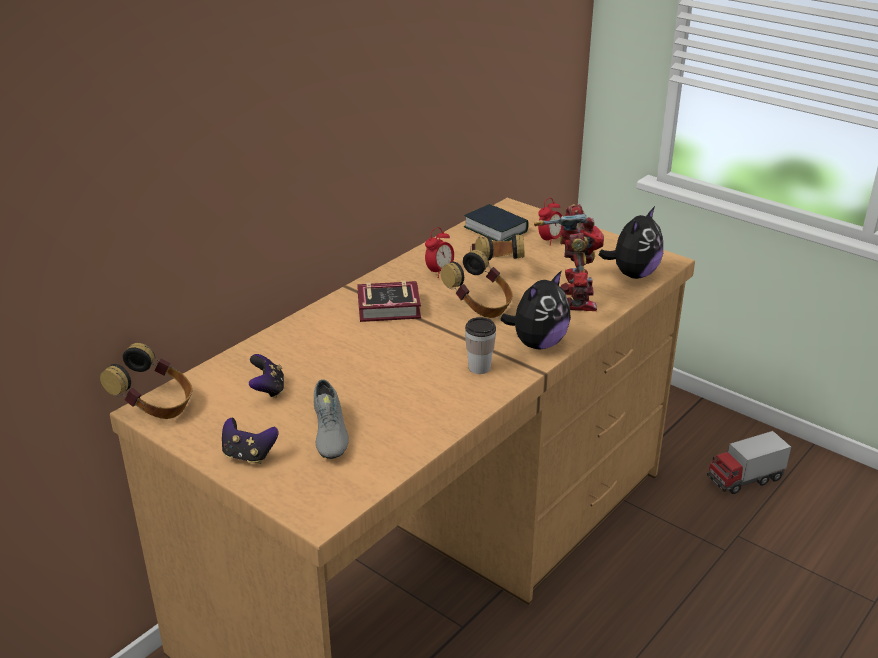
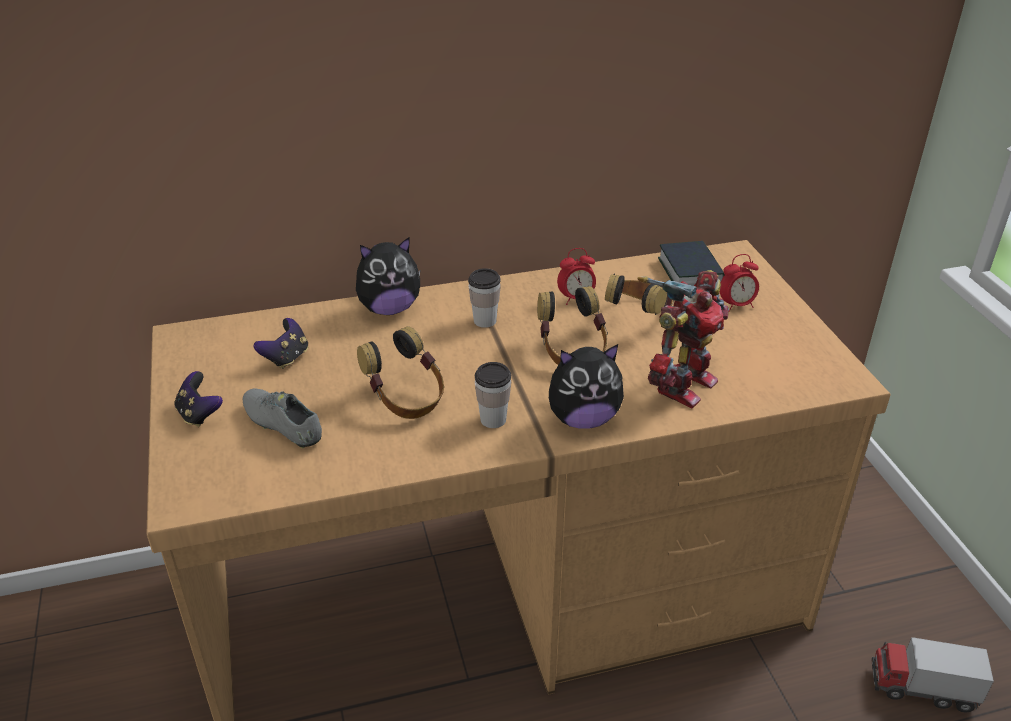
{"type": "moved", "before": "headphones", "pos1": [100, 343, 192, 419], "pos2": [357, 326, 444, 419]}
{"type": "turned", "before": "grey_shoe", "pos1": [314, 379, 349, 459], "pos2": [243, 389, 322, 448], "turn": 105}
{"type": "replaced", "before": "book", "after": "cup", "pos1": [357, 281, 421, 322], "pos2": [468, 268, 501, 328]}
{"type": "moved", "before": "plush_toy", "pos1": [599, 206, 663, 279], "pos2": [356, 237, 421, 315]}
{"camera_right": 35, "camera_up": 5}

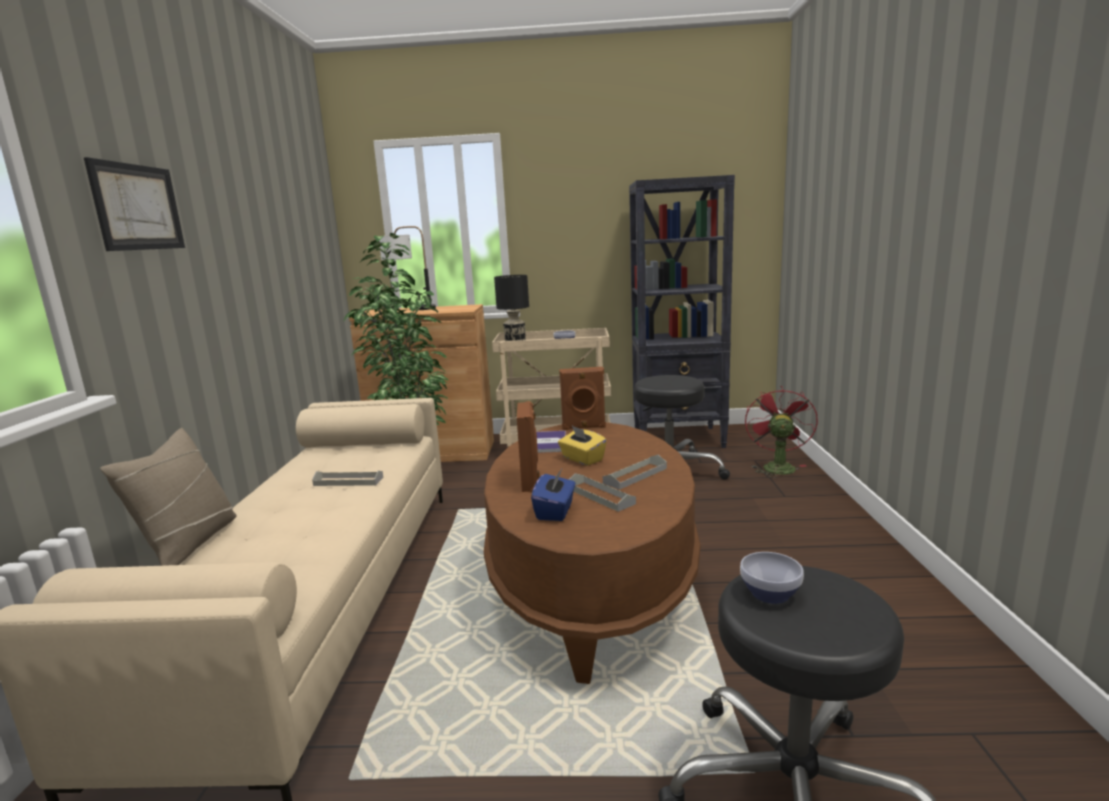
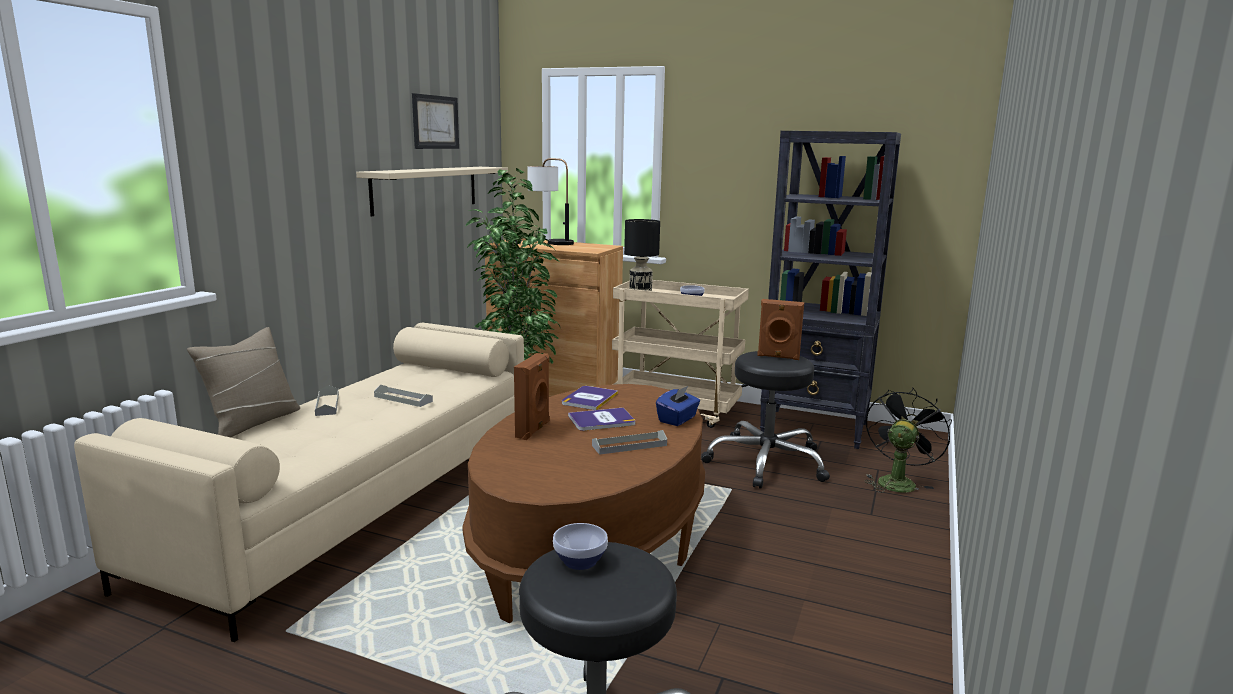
{"type": "moved", "before": "picture", "pos1": [84, 157, 185, 251], "pos2": [412, 93, 459, 149]}
{"type": "moved", "before": "blue_tissue_box", "pos1": [531, 469, 575, 521], "pos2": [656, 386, 700, 426]}
{"type": "replaced", "before": "yellow_tissue_box", "after": "book", "pos1": [558, 426, 607, 466], "pos2": [568, 408, 635, 431]}
{"type": "moved", "before": "brown_speaker", "pos1": [559, 367, 606, 430], "pos2": [757, 299, 804, 360]}
{"type": "moved", "before": "grey_tray", "pos1": [569, 473, 636, 512], "pos2": [315, 385, 339, 416]}
{"type": "recoloured", "before": "red_fan", "after": "black_fan", "pos1": [745, 386, 818, 478], "pos2": [865, 388, 952, 493]}
{"type": "added", "after": "beige_shelf", "pos2": [356, 167, 508, 216]}
{"camera_right": 20, "camera_up": 0}

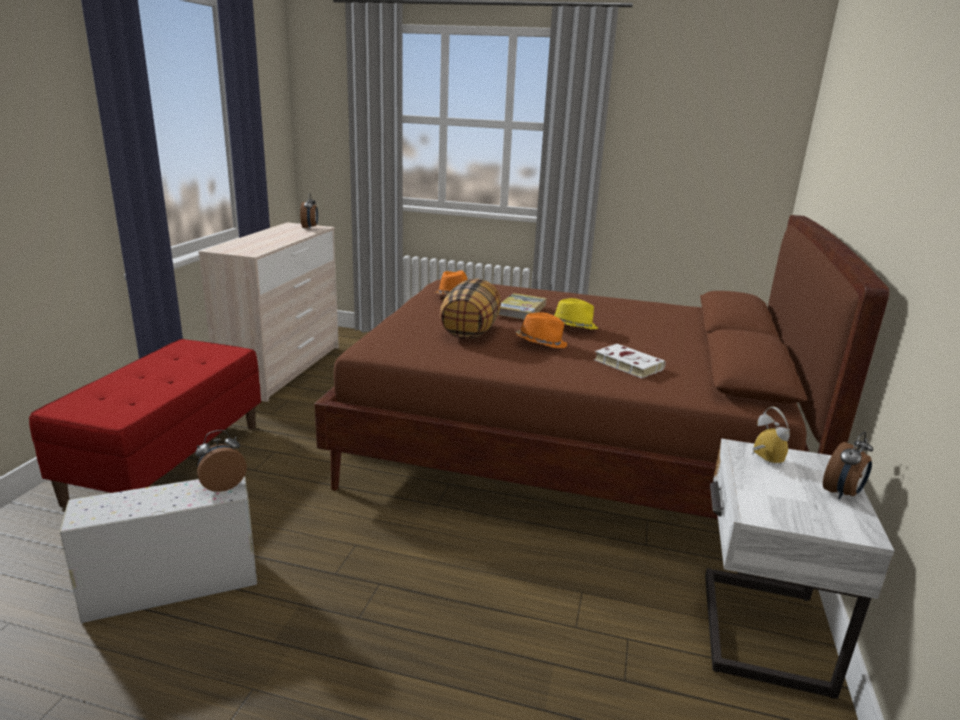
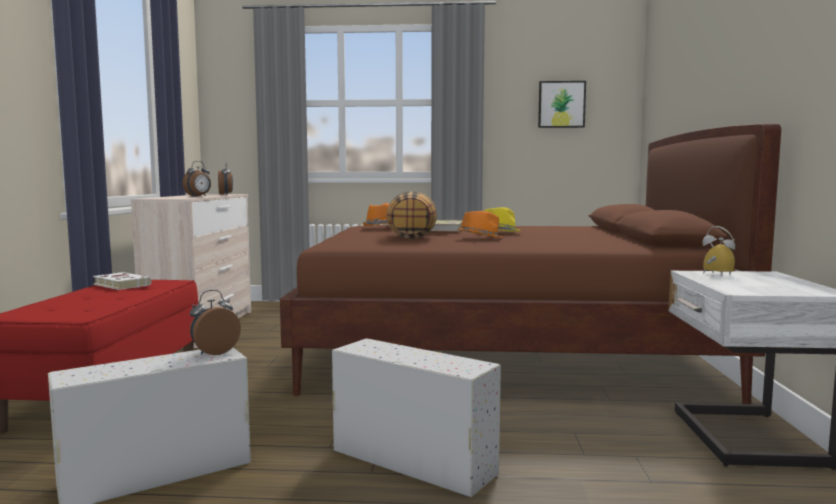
{"type": "moved", "before": "white_book", "pos1": [594, 344, 666, 378], "pos2": [93, 272, 152, 290]}
{"type": "moved", "before": "alarm_clock", "pos1": [823, 432, 873, 500], "pos2": [182, 161, 211, 196]}
{"type": "added", "after": "white_storage_box", "pos2": [332, 338, 501, 498]}
{"type": "added", "after": "picture", "pos2": [538, 81, 586, 128]}
{"camera_right": -10, "camera_up": -15}

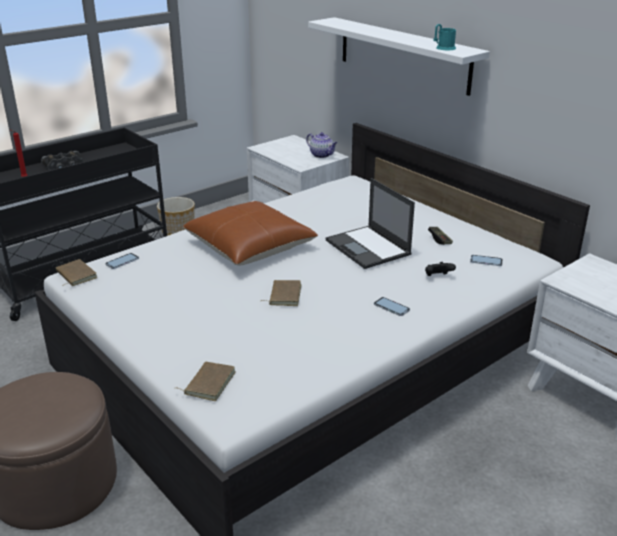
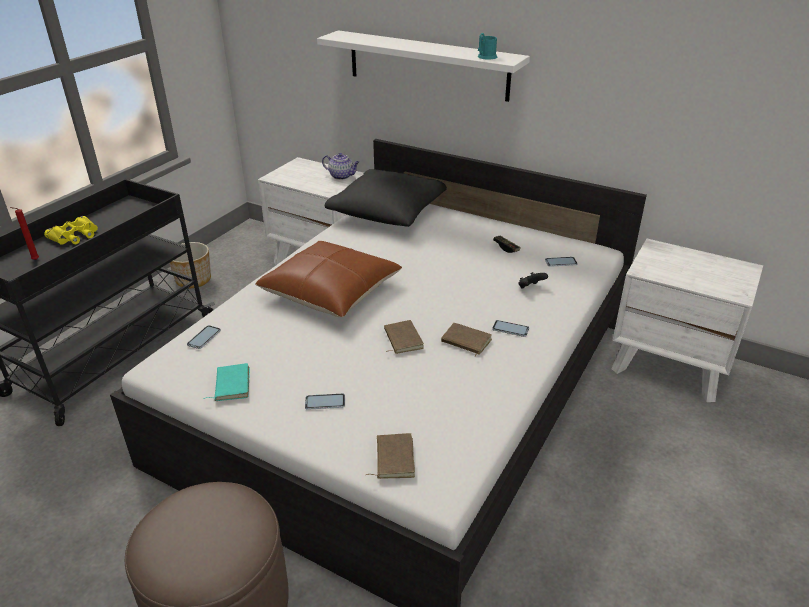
{"type": "recoloured", "before": "black_binoculars", "after": "yellow_binoculars", "pos1": [41, 151, 83, 170], "pos2": [44, 216, 98, 245]}
{"type": "moved", "before": "brown_book", "pos1": [56, 259, 97, 286], "pos2": [441, 323, 492, 357]}
{"type": "removed", "before": "laptop", "pos1": [326, 178, 415, 269]}
{"type": "added", "after": "turquoise_book", "pos2": [204, 363, 250, 401]}
{"type": "added", "after": "phone", "pos2": [305, 393, 345, 410]}
{"type": "added", "after": "black_pillow", "pos2": [325, 169, 447, 227]}
{"camera_right": -20, "camera_up": 5}

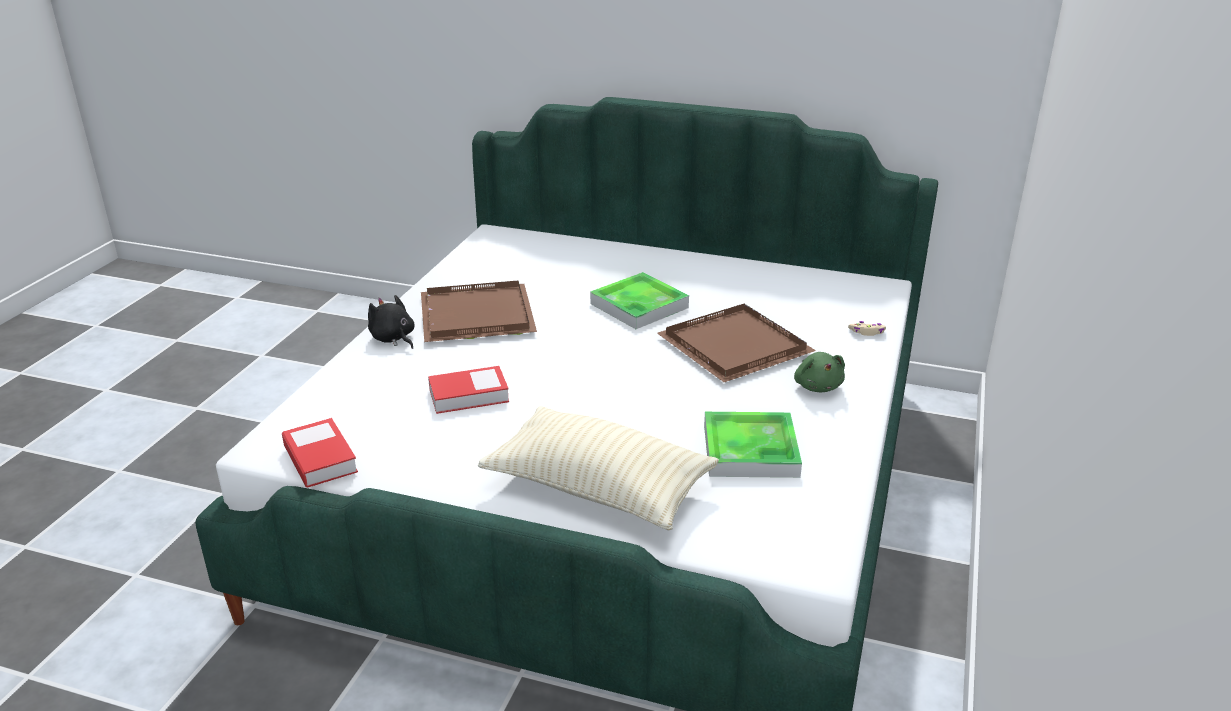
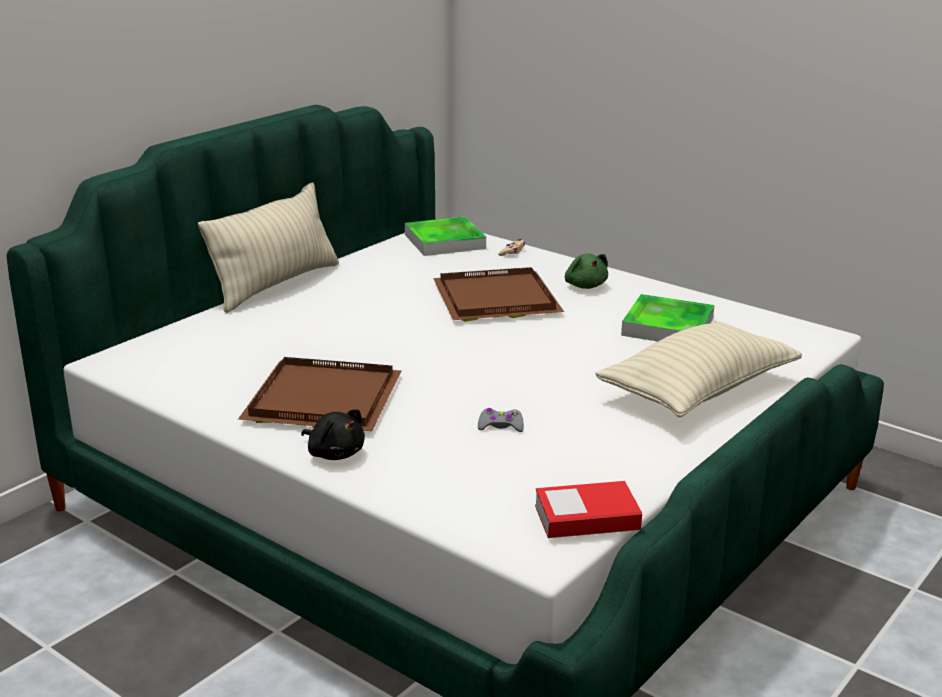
{"type": "turned", "before": "black_plush_toy", "pos1": [368, 295, 415, 349], "pos2": [301, 409, 365, 460], "turn": -120}
{"type": "replaced", "before": "book", "after": "grey_game_controller", "pos1": [428, 366, 509, 414], "pos2": [478, 408, 524, 432]}
{"type": "moved", "before": "tray", "pos1": [590, 272, 689, 329], "pos2": [405, 216, 486, 256]}
{"type": "turned", "before": "green_plush_toy", "pos1": [794, 352, 845, 392], "pos2": [565, 253, 608, 289], "turn": 60}
{"type": "added", "after": "beige_pillow", "pos2": [198, 182, 339, 313]}
{"camera_right": -70, "camera_up": -5}

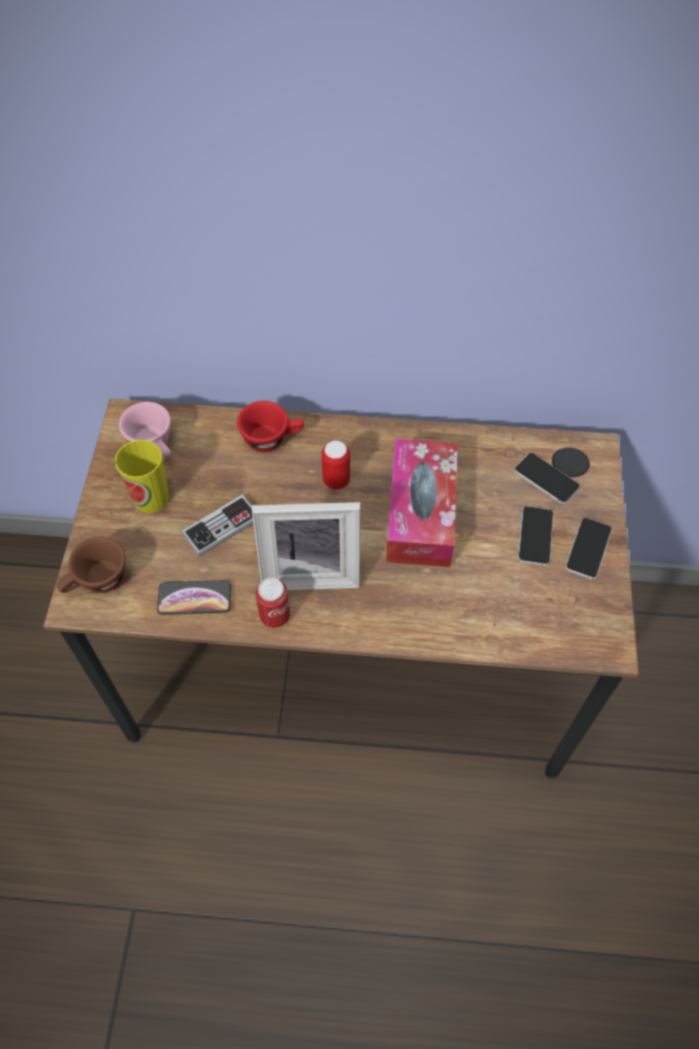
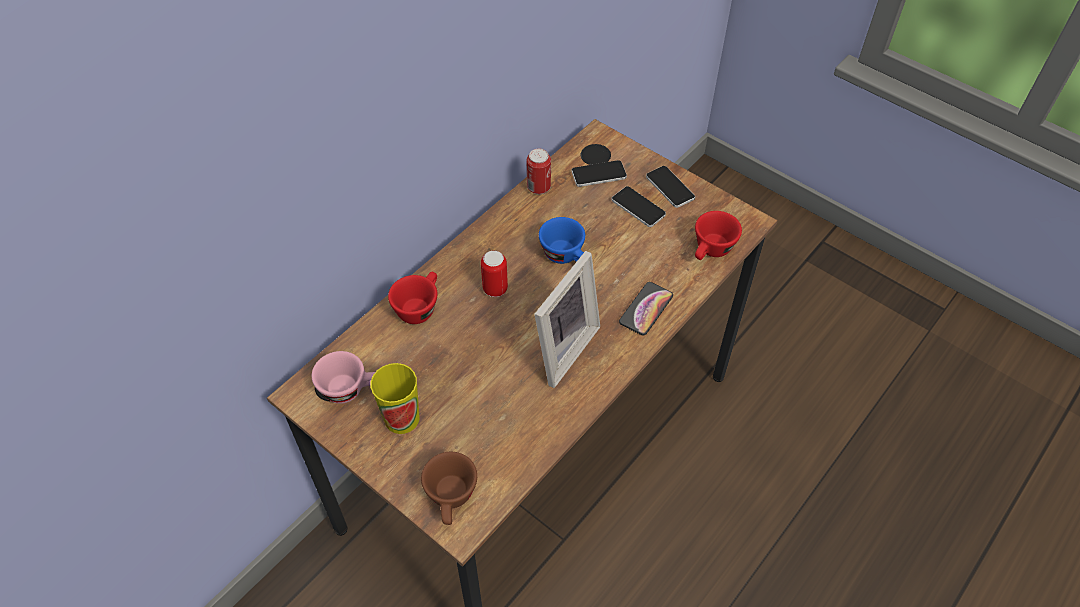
{"type": "moved", "before": "phone", "pos1": [157, 580, 231, 615], "pos2": [619, 282, 673, 335]}
{"type": "removed", "before": "game_controller", "pos1": [181, 495, 253, 557]}
{"type": "moved", "before": "can", "pos1": [255, 578, 290, 628], "pos2": [527, 149, 551, 194]}
{"type": "replaced", "before": "tissue_box", "after": "blue_cup", "pos1": [386, 439, 458, 567], "pos2": [539, 217, 585, 264]}
{"type": "added", "after": "red_cup", "pos2": [695, 211, 742, 260]}
{"camera_right": -55, "camera_up": -5}

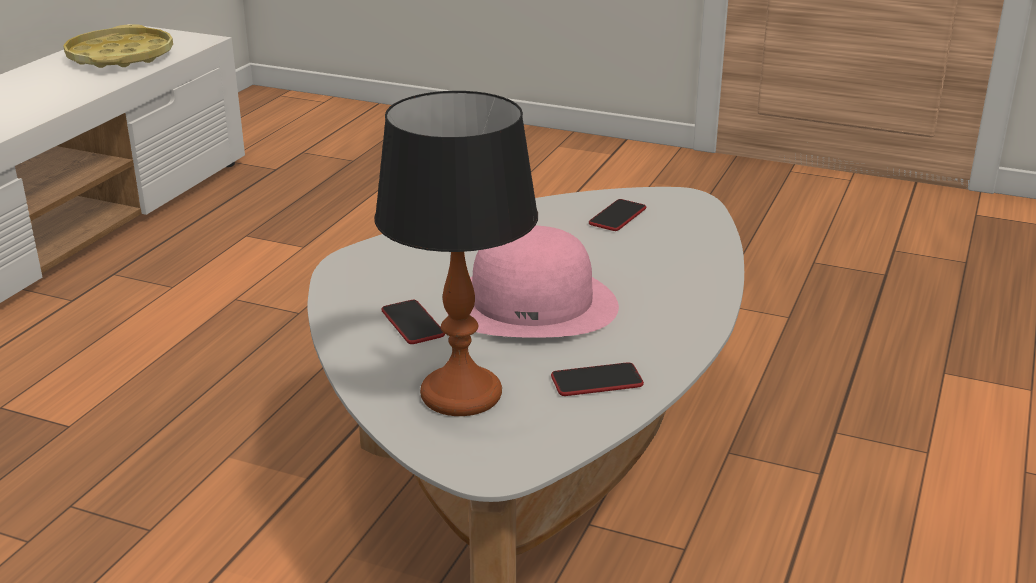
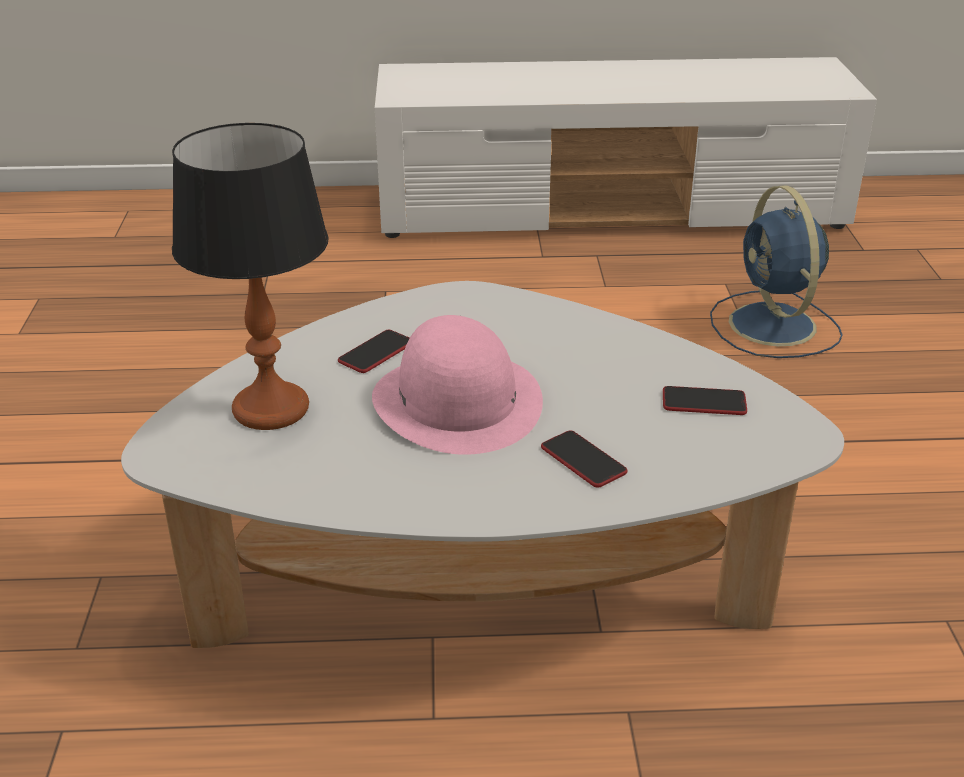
{"type": "removed", "before": "yellow_tray", "pos1": [63, 24, 173, 68]}
{"type": "moved", "before": "phone", "pos1": [551, 362, 644, 396], "pos2": [541, 430, 628, 488]}
{"type": "added", "after": "blue_fan", "pos2": [710, 186, 843, 358]}
{"camera_right": 65, "camera_up": 5}

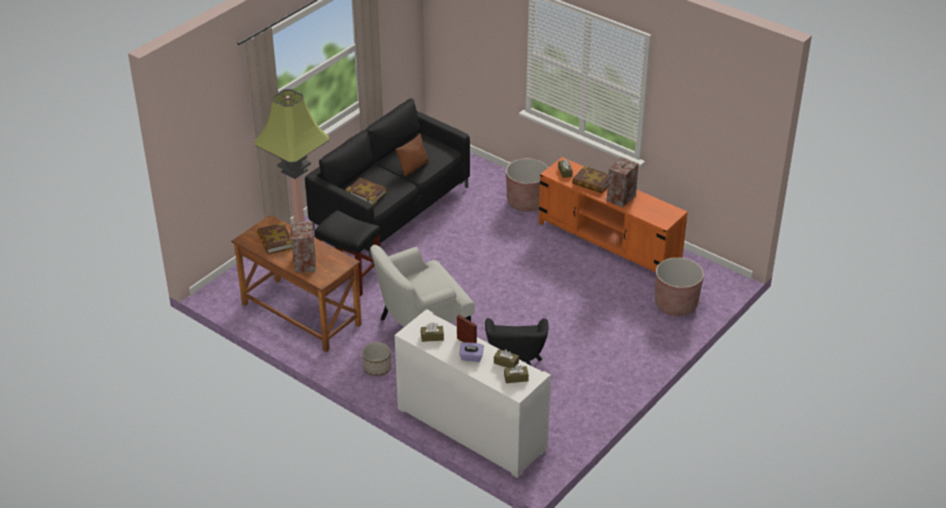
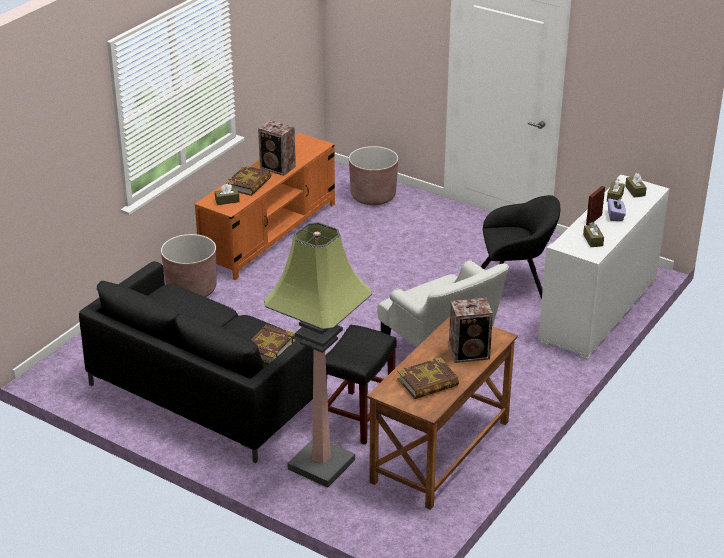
{"type": "removed", "before": "planter", "pos1": [362, 342, 391, 376]}
{"type": "removed", "before": "brown_pillow", "pos1": [396, 134, 429, 176]}
{"camera_right": -95, "camera_up": -5}

